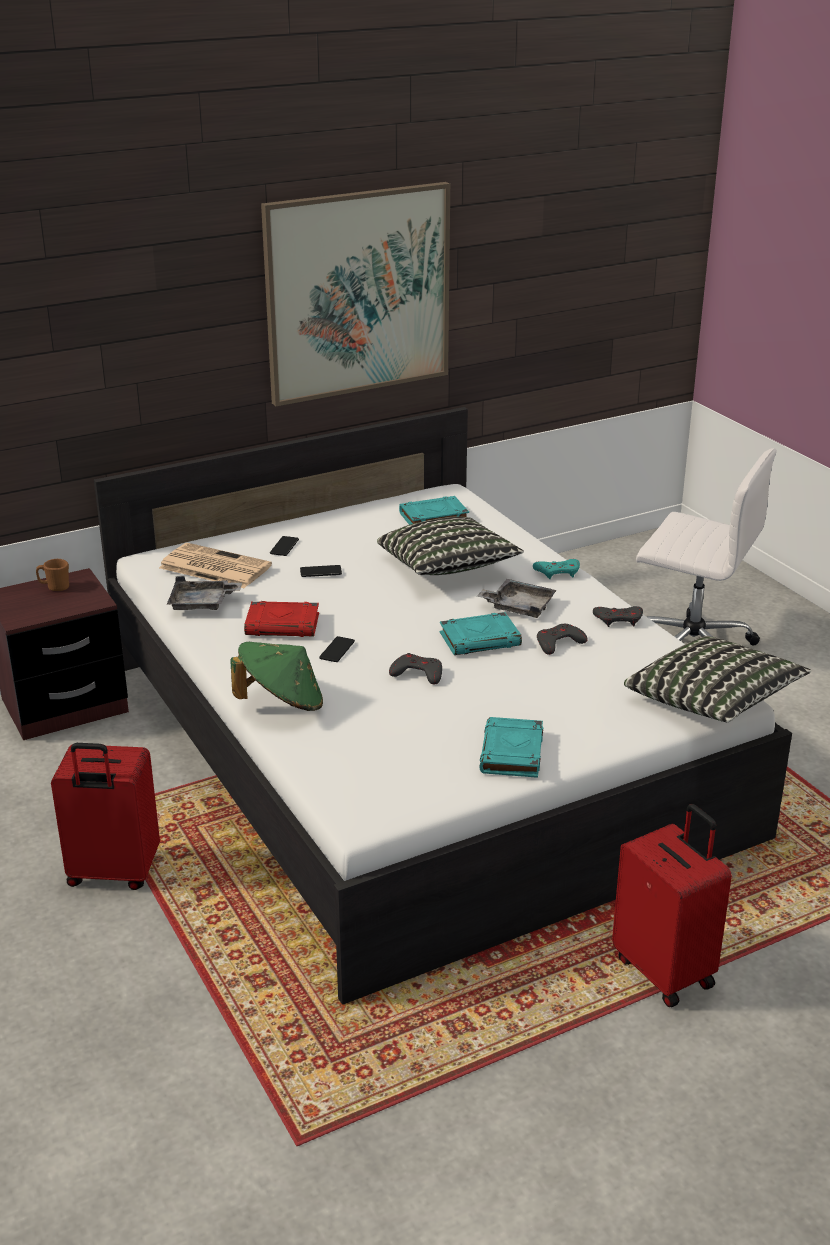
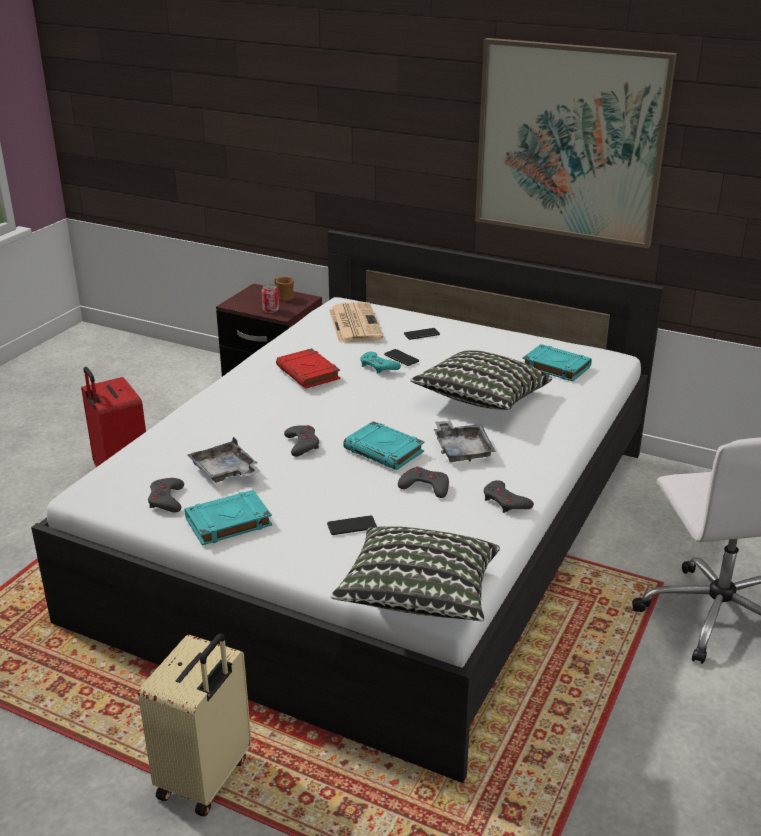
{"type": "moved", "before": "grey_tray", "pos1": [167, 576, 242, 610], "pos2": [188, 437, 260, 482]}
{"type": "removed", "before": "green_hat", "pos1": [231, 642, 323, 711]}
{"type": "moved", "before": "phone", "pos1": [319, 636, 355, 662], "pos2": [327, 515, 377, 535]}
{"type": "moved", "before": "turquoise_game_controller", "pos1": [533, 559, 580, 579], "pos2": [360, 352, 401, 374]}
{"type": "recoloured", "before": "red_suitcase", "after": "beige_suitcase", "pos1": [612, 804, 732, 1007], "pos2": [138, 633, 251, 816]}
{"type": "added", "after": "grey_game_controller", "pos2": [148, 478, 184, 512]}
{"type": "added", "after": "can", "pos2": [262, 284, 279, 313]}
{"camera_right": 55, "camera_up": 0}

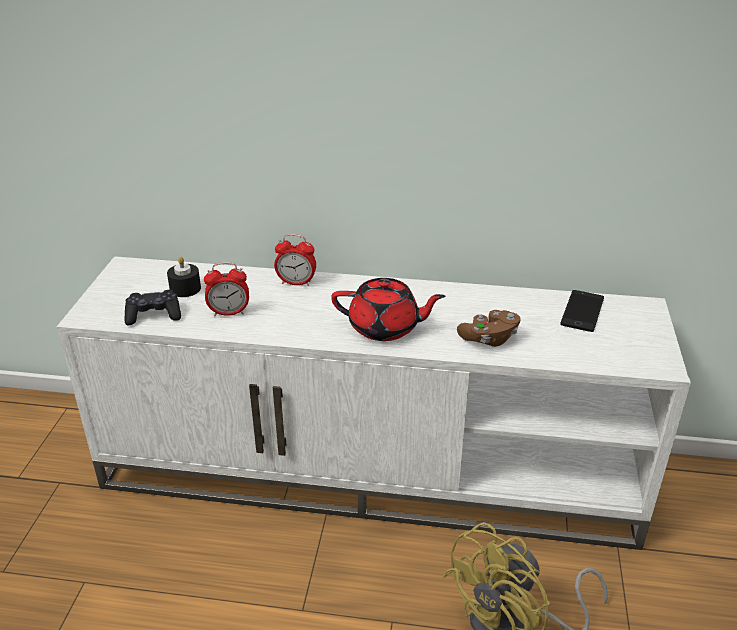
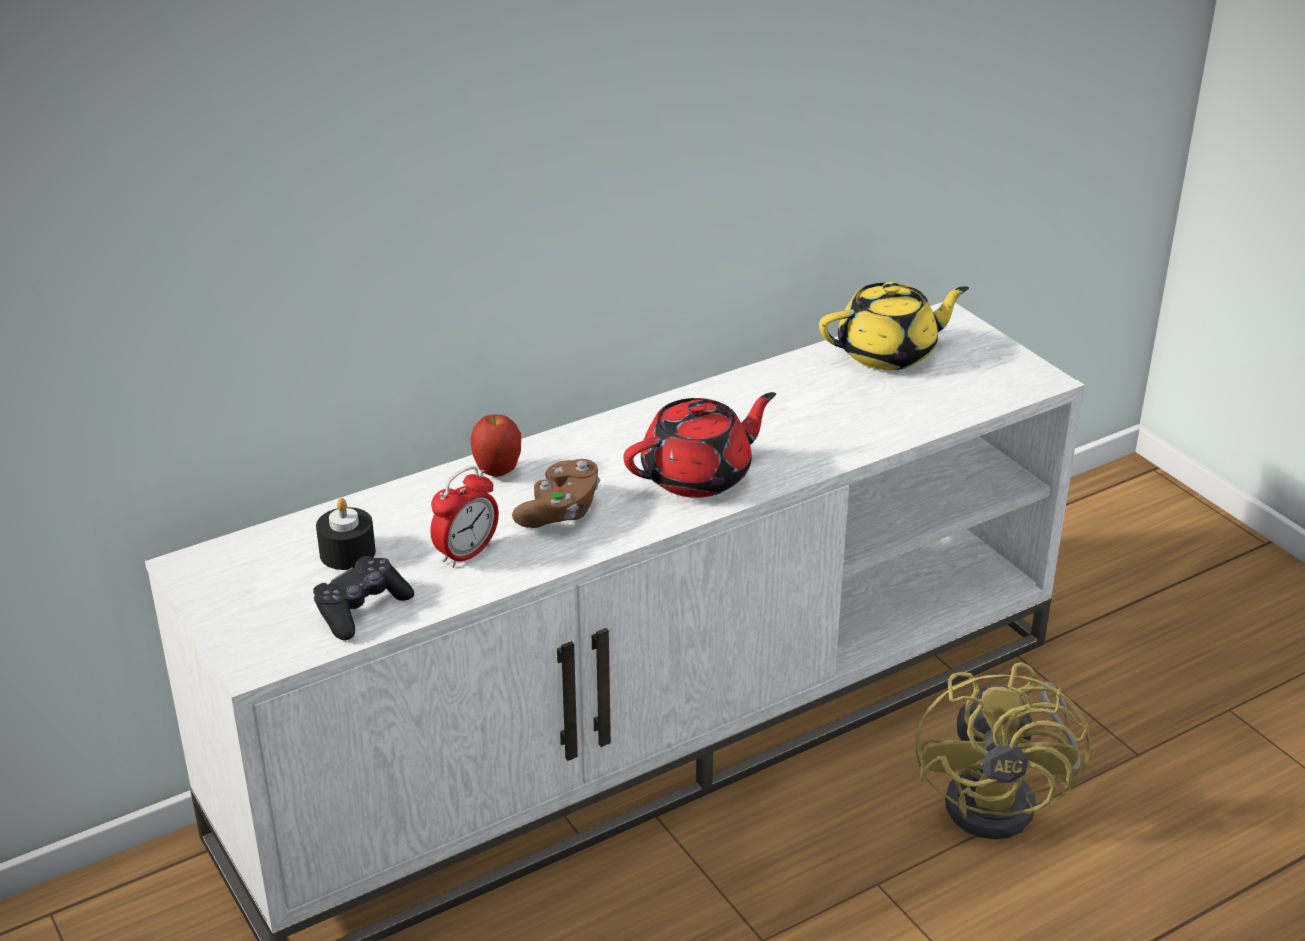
{"type": "replaced", "before": "alarm_clock", "after": "apple", "pos1": [274, 234, 316, 286], "pos2": [471, 415, 521, 477]}
{"type": "moved", "before": "brown_game_controller", "pos1": [457, 310, 521, 347], "pos2": [512, 459, 600, 528]}
{"type": "replaced", "before": "phone", "after": "yellow_teapot", "pos1": [560, 290, 604, 332], "pos2": [819, 282, 969, 370]}
{"camera_right": -40, "camera_up": 0}

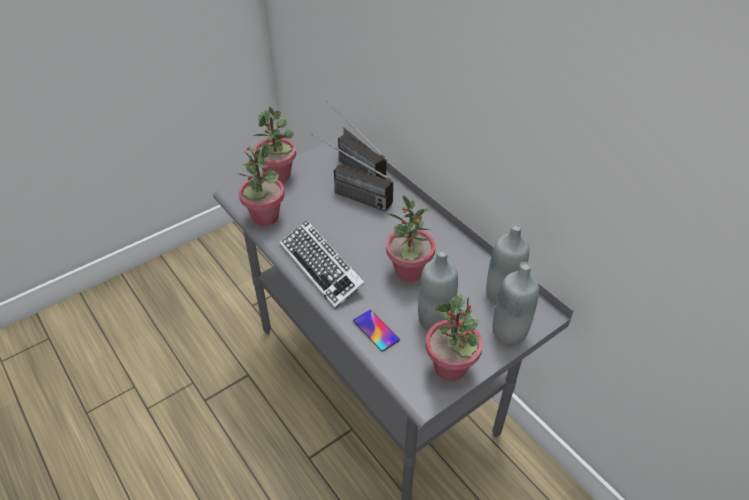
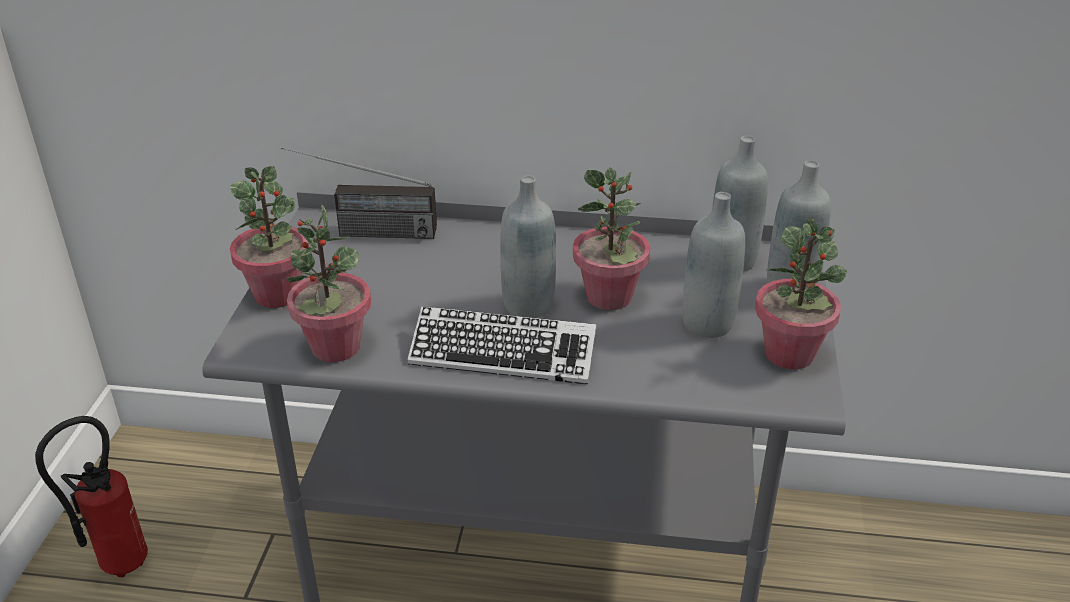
{"type": "removed", "before": "radio", "pos1": [311, 134, 393, 212]}
{"type": "removed", "before": "phone", "pos1": [353, 310, 400, 351]}
{"type": "added", "after": "fire_extinguisher", "pos2": [35, 416, 148, 577]}
{"type": "added", "after": "grey_bottle", "pos2": [500, 175, 556, 318]}
{"camera_right": -45, "camera_up": -10}

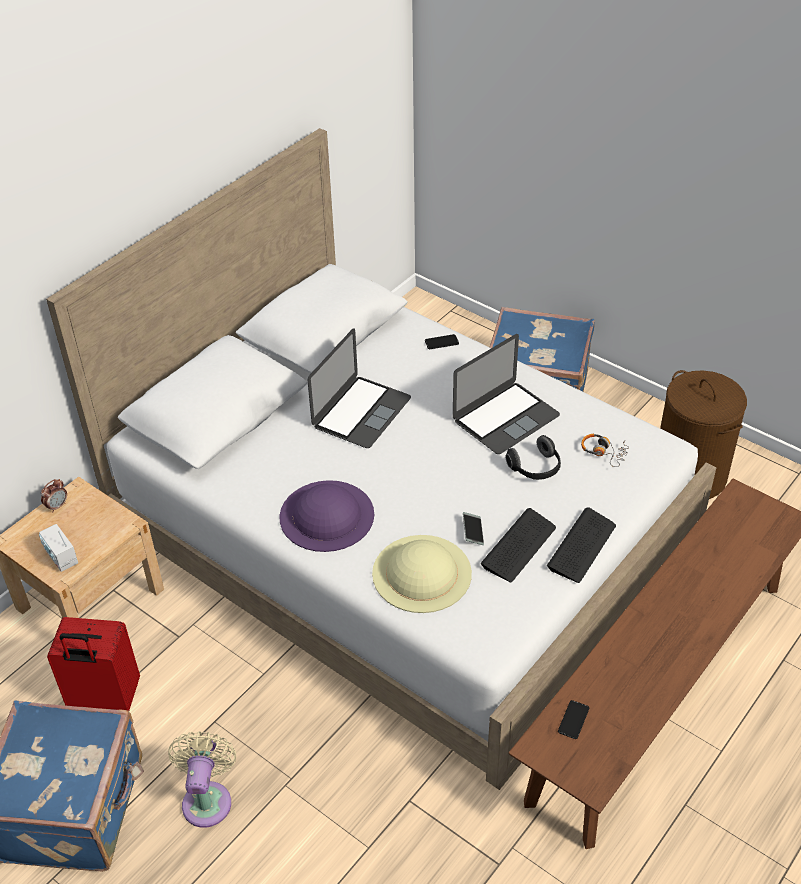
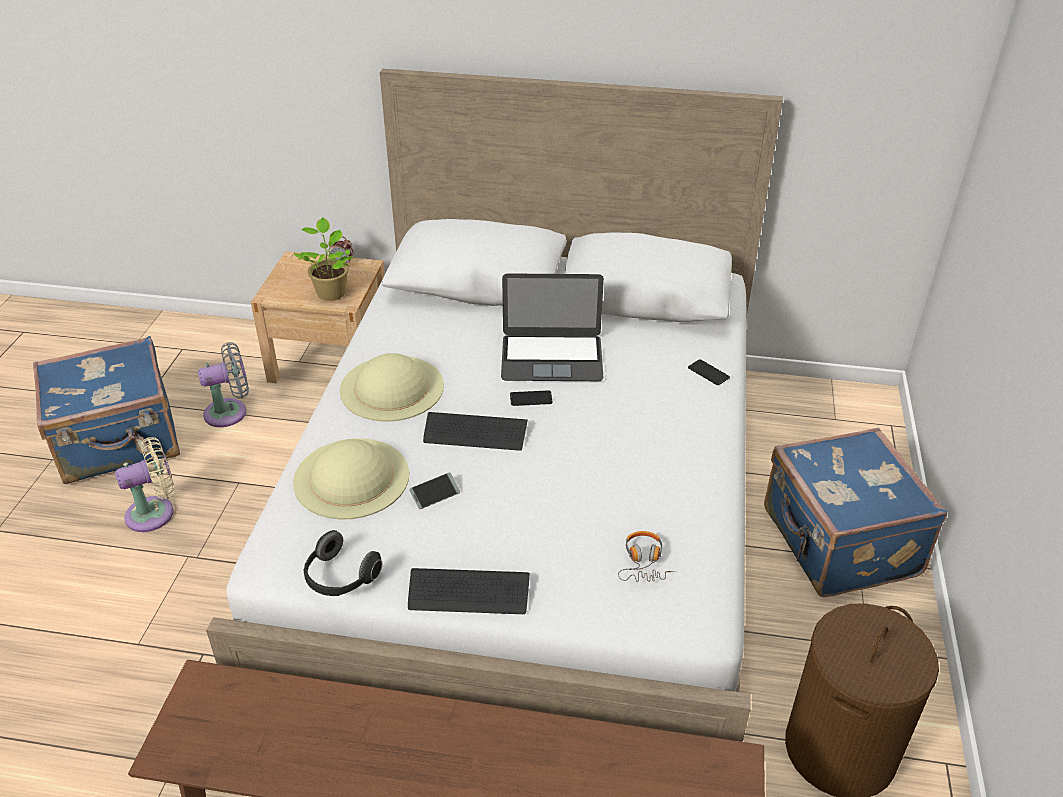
{"type": "removed", "before": "radio", "pos1": [39, 524, 78, 572]}
{"type": "replaced", "before": "red_suitcase", "after": "grey_fan", "pos1": [47, 617, 140, 711], "pos2": [198, 342, 249, 427]}
{"type": "recoloured", "before": "purple_hat", "after": "beige_hat", "pos1": [279, 480, 374, 552], "pos2": [340, 353, 444, 421]}
{"type": "removed", "before": "laptop", "pos1": [453, 334, 560, 454]}
{"type": "moved", "before": "keyboard", "pos1": [481, 508, 556, 582], "pos2": [423, 412, 528, 451]}
{"type": "moved", "before": "headphones", "pos1": [506, 435, 561, 480], "pos2": [304, 530, 382, 596]}
{"type": "moved", "before": "phone", "pos1": [558, 700, 590, 739], "pos2": [510, 390, 552, 406]}
{"type": "added", "after": "potted_plant", "pos2": [294, 217, 353, 301]}
{"camera_right": 60, "camera_up": -5}

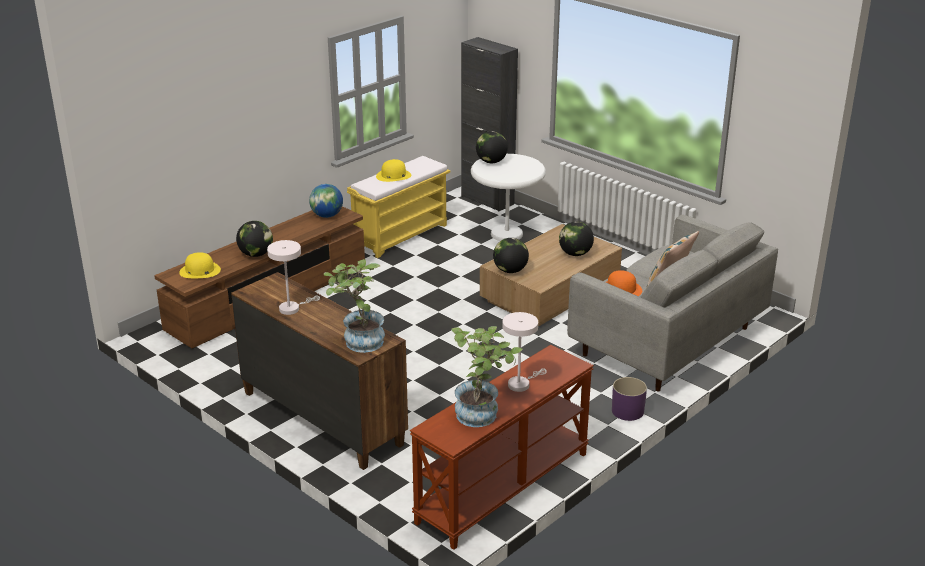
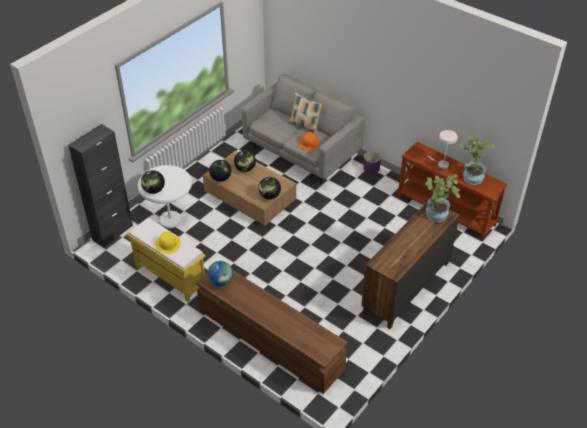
{"type": "removed", "before": "yellow_hat", "pos1": [179, 252, 221, 278]}
{"type": "moved", "before": "globe", "pos1": [236, 221, 273, 257], "pos2": [209, 160, 231, 182]}
{"type": "removed", "before": "white_table_lamp", "pos1": [267, 240, 320, 315]}
{"camera_right": -95, "camera_up": 15}

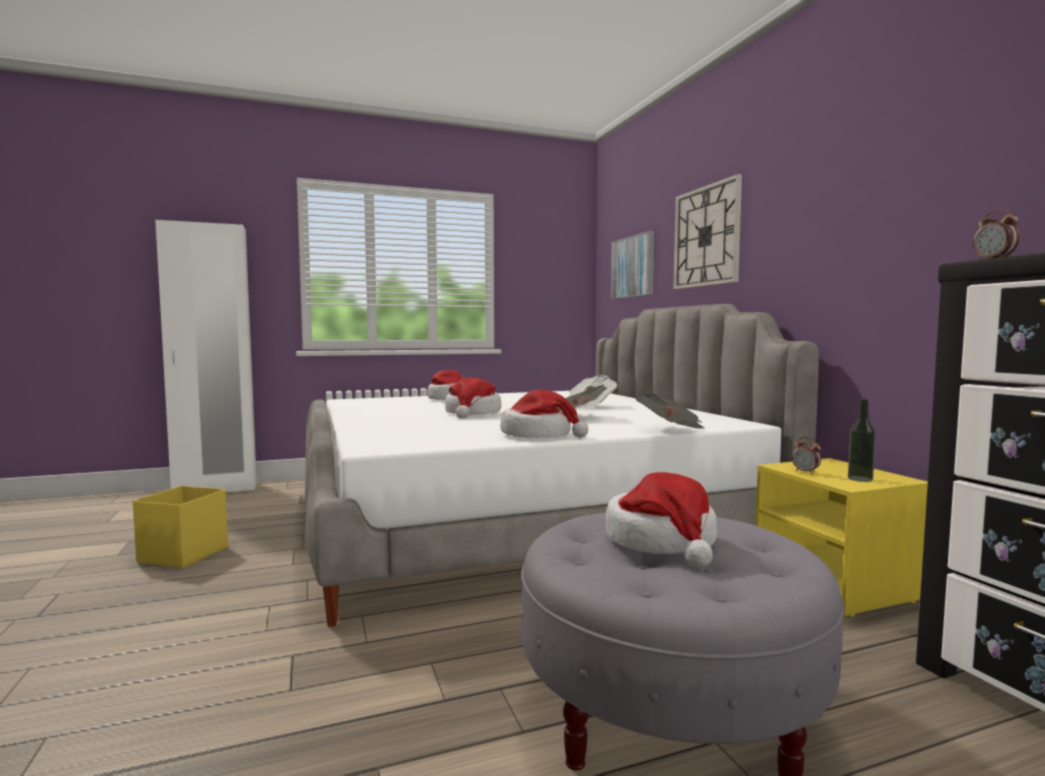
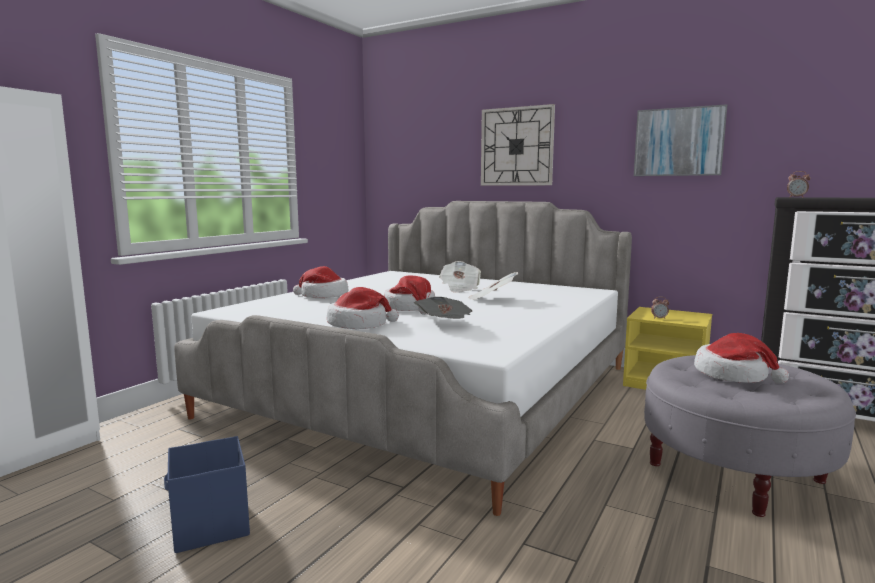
{"type": "recoloured", "before": "yellow_storage_box", "after": "blue_storage_box", "pos1": [133, 486, 228, 568], "pos2": [164, 436, 250, 553]}
{"type": "moved", "before": "hat", "pos1": [500, 390, 589, 438], "pos2": [327, 287, 399, 329]}
{"type": "moved", "before": "picture", "pos1": [611, 231, 654, 299], "pos2": [634, 104, 727, 176]}
{"type": "moved", "before": "newspaper", "pos1": [636, 394, 705, 429], "pos2": [414, 297, 473, 319]}
{"type": "removed", "before": "bottle", "pos1": [848, 399, 876, 482]}
{"camera_right": -40, "camera_up": 5}

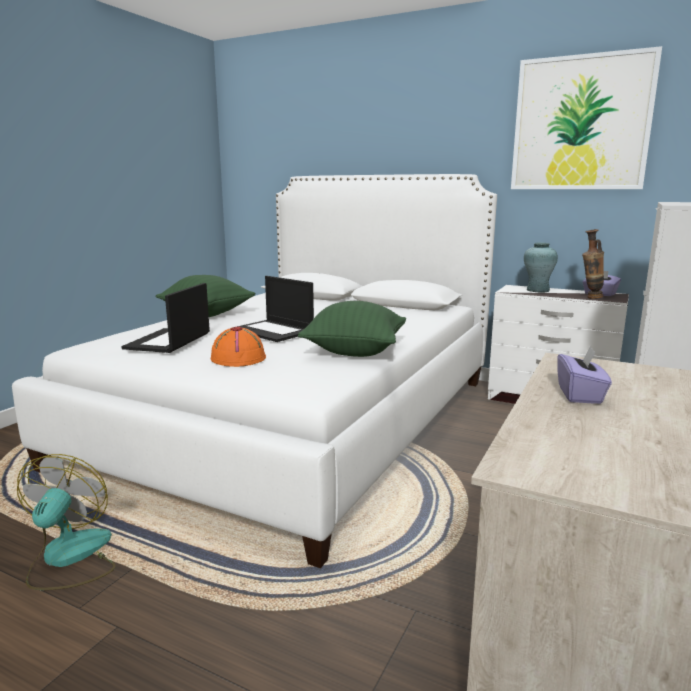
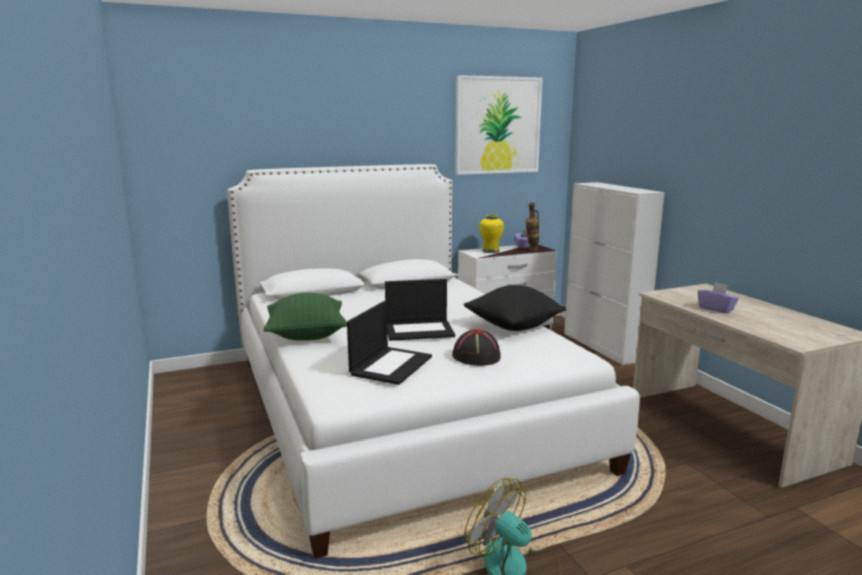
{"type": "turned", "before": "laptop", "pos1": [121, 283, 210, 353], "pos2": [347, 301, 432, 385], "turn": -120}
{"type": "recoloured", "before": "orange_hat", "after": "black_hat", "pos1": [211, 327, 266, 367], "pos2": [452, 329, 501, 366]}
{"type": "recoloured", "before": "green_pillow", "after": "black_pillow", "pos1": [298, 301, 406, 357], "pos2": [464, 285, 566, 331]}
{"type": "recoloured", "before": "turquoise_vase", "after": "yellow_vase", "pos1": [524, 242, 558, 292], "pos2": [479, 215, 504, 253]}
{"camera_right": -50, "camera_up": 0}

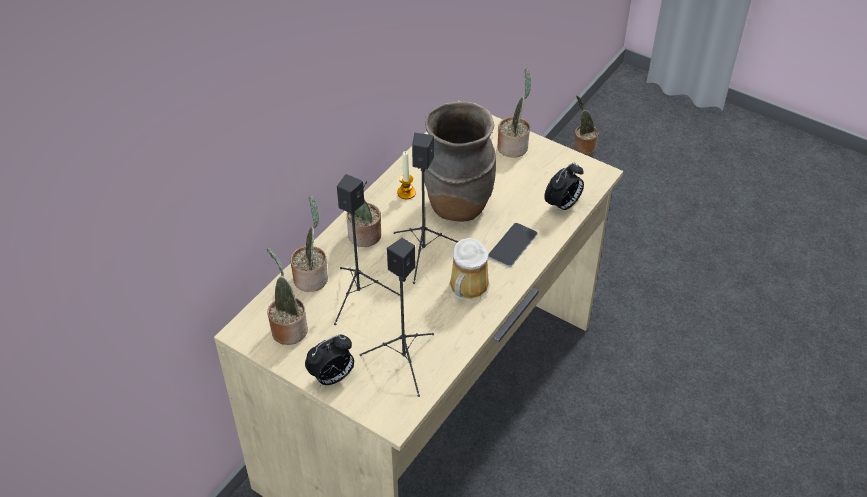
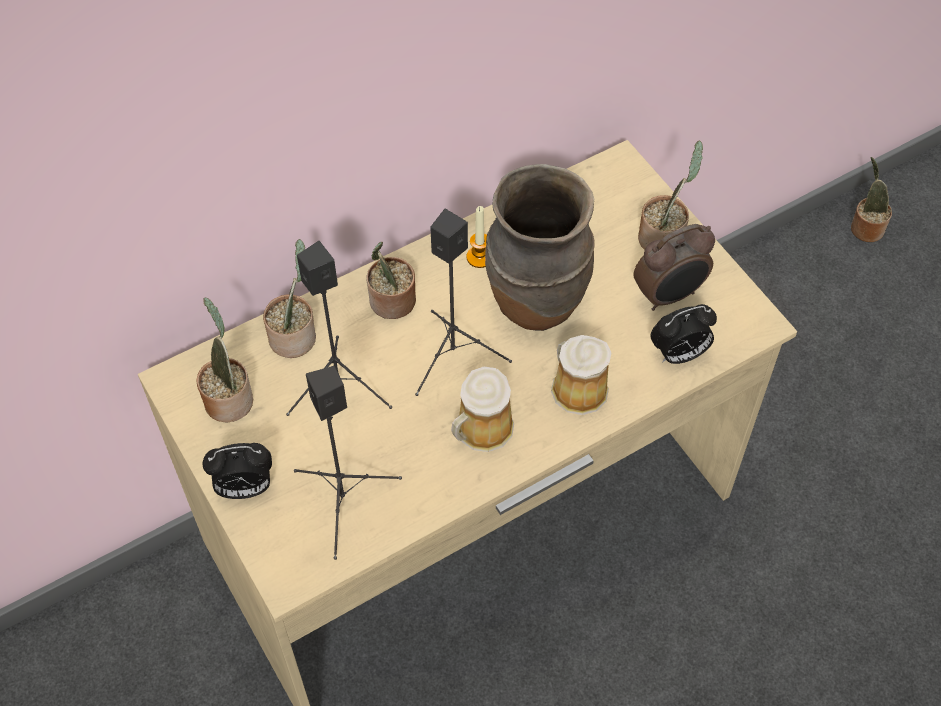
{"type": "replaced", "before": "phone", "after": "mug", "pos1": [488, 223, 538, 267], "pos2": [551, 335, 611, 415]}
{"type": "added", "after": "alarm_clock", "pos2": [634, 224, 715, 311]}
{"camera_right": 25, "camera_up": 10}

